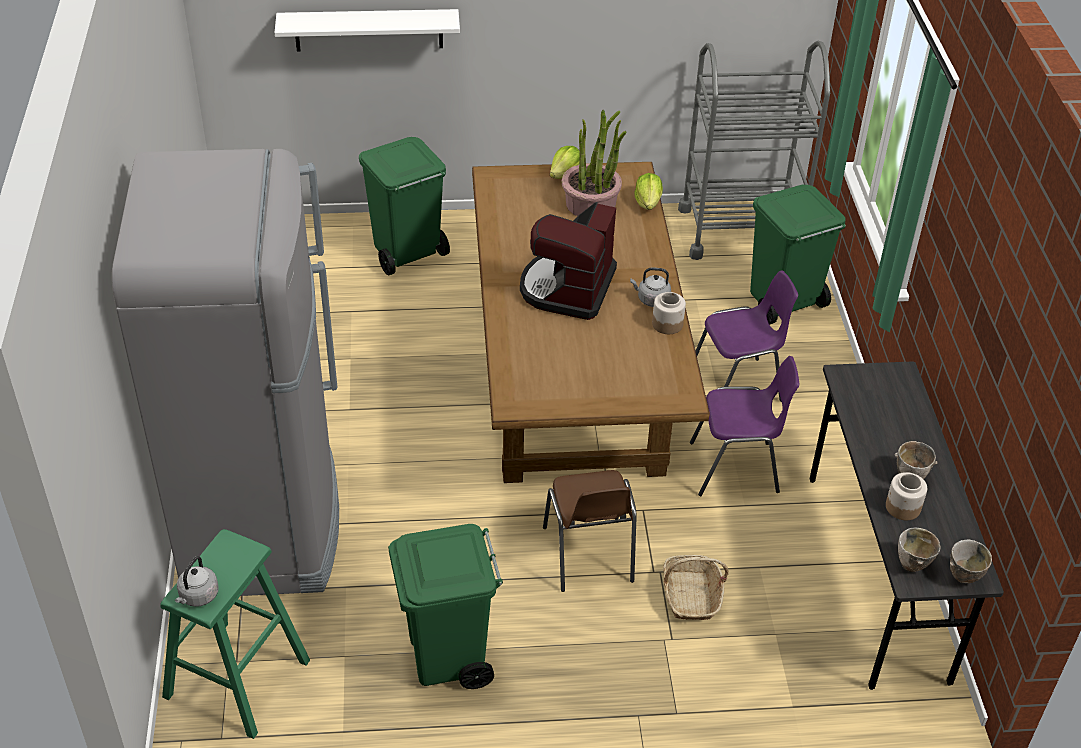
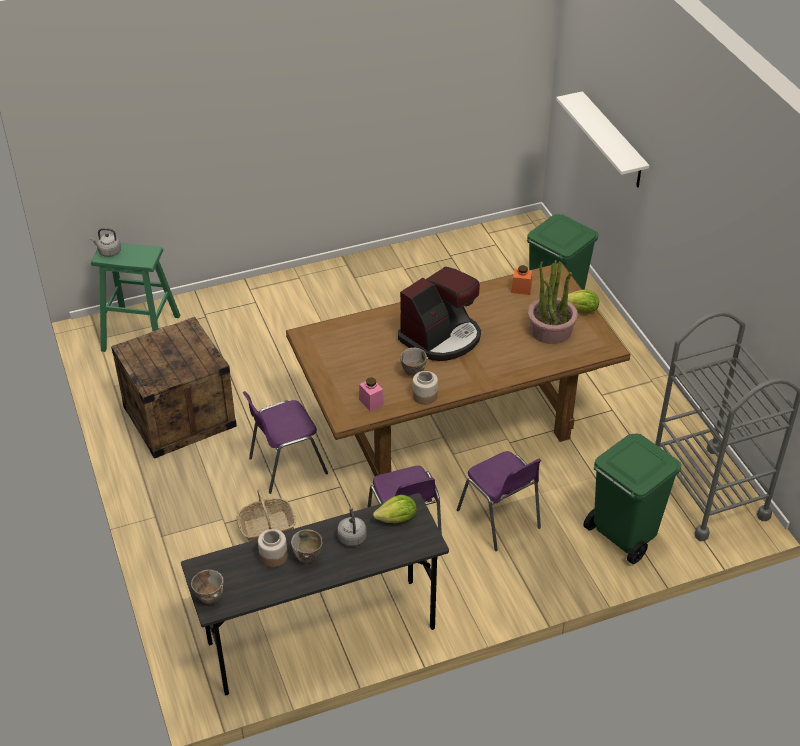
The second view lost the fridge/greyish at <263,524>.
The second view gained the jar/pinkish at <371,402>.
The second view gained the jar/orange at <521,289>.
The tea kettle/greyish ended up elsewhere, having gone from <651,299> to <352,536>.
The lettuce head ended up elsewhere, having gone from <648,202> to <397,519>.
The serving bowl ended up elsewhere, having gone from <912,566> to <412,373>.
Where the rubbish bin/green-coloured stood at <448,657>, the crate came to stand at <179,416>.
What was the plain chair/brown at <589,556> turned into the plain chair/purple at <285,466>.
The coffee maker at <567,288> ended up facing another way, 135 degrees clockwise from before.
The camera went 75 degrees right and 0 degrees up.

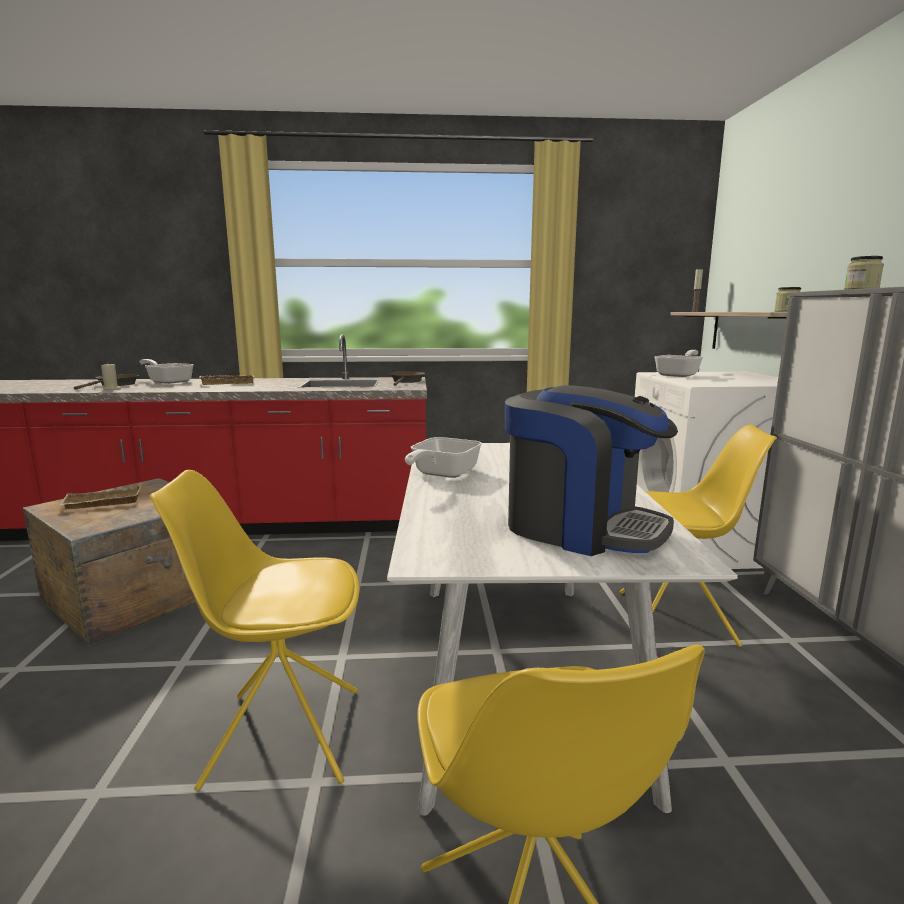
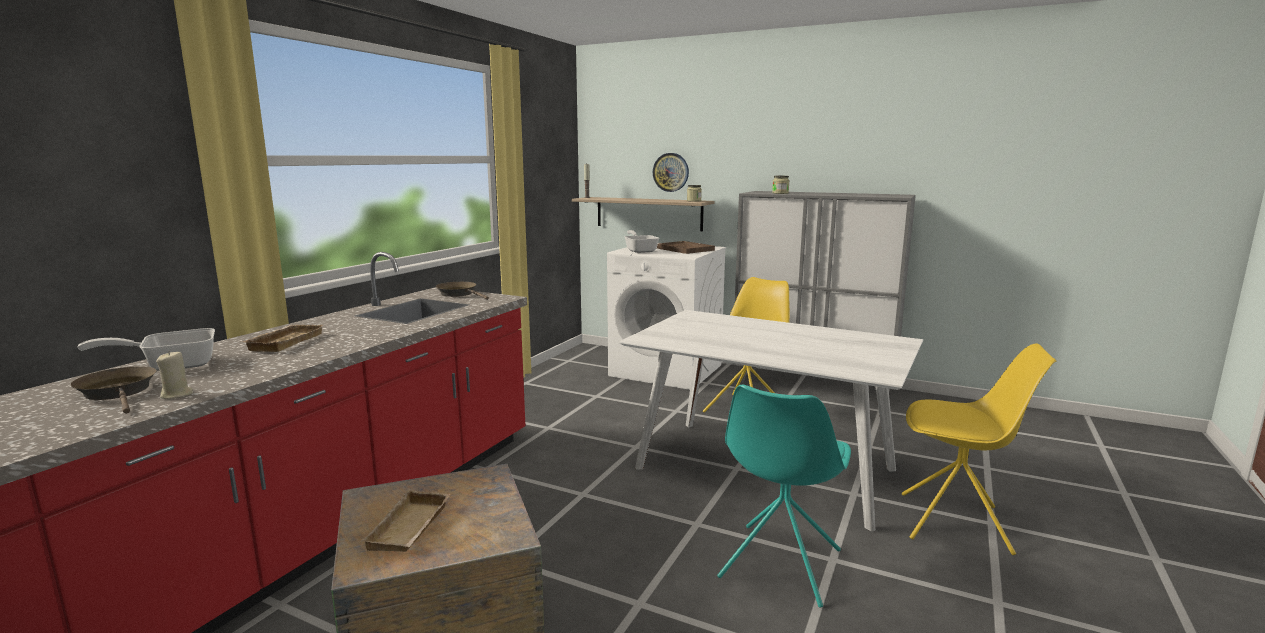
The second view lost the skillet at <441,474>.
The second view lost the coffee maker at <581,527>.
The second view gained the clock on the wall at <671,172>.
The second view gained the tray/brown at <685,249>.
What was the plain chair/yellow-coloured at <281,735> turned into the plain chair/turquoise-coloured at <779,565>.
The camera went 60 degrees left and 0 degrees up.

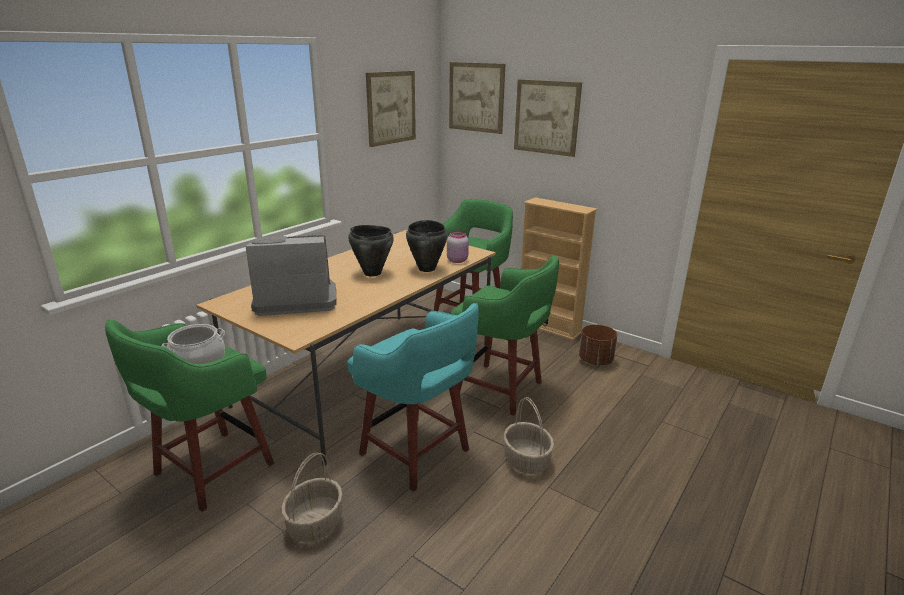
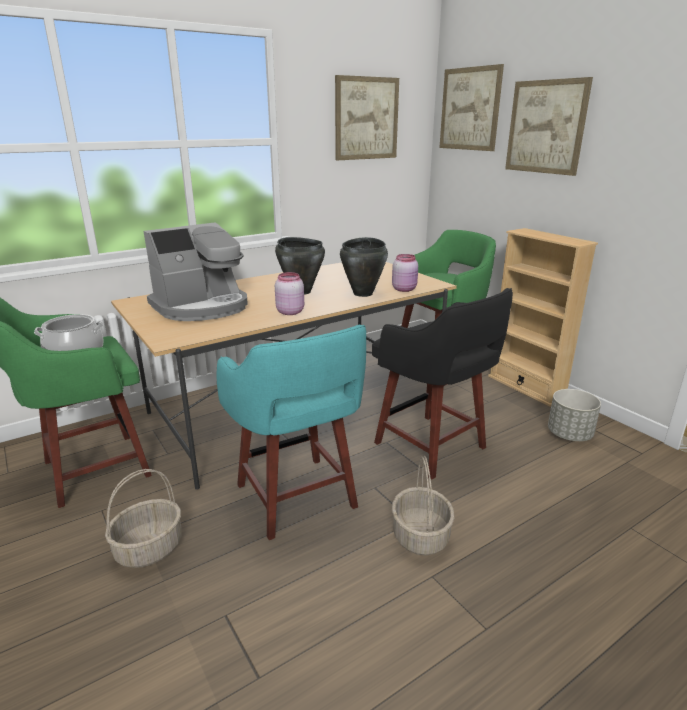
The second view gained the jar/pinkish at <290,312>.
What was the sitting stool/green-coloured at <502,389> turned into the sitting stool/blackish at <433,447>.
What was the planter/brown at <595,361> turned into the planter/greyish at <569,435>.
The coffee maker at <295,300> ended up facing another way, 135 degrees clockwise from before.
The camera went 20 degrees right and 0 degrees up.

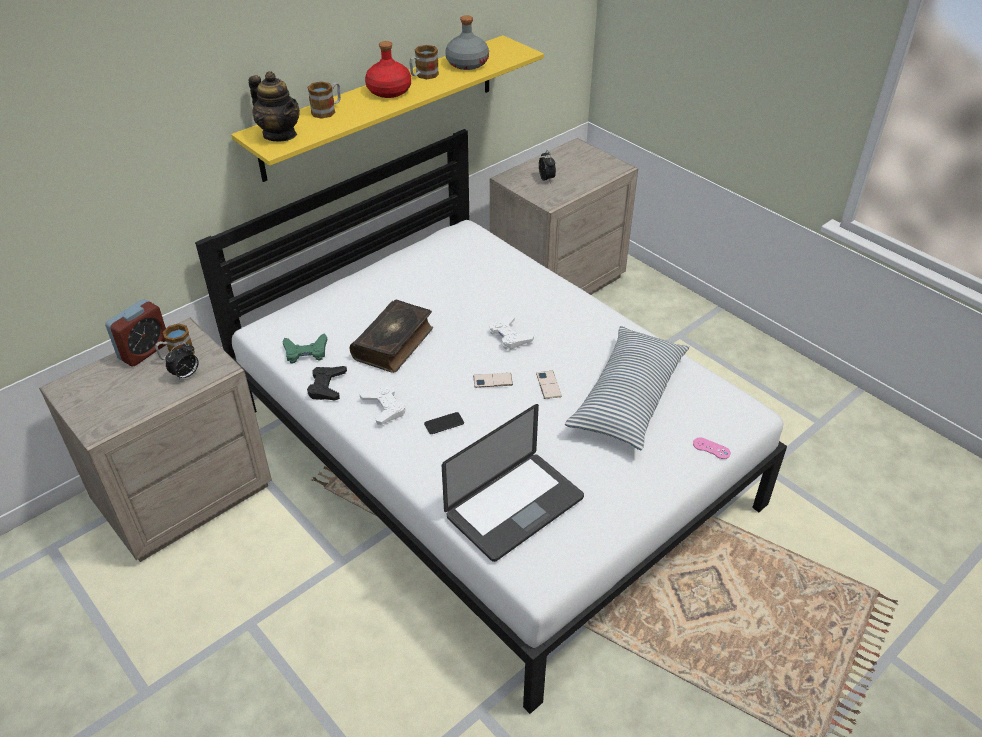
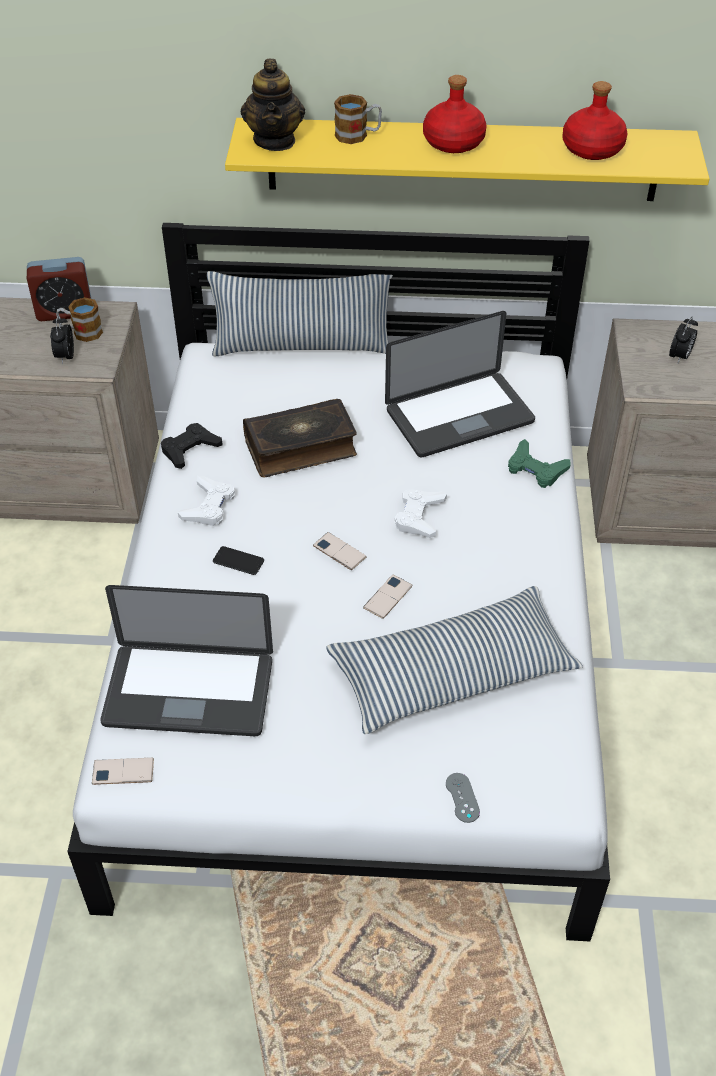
The second view lost the coffee mug at <423,76>.
The second view gained the handset at <123,771>.
The second view gained the pillow at <302,346>.
The second view gained the laptop at <459,416>.
The game controller/green-coloured ended up elsewhere, having gone from <306,352> to <535,469>.
What was the drink bottle/greyish at <467,63> turned into the drink bottle/red at <592,148>.
What was the game controller/pinkish at <711,448> turned into the game controller/greyish at <462,797>.
The table clock at <186,375> ended up facing another way, 90 degrees clockwise from before.
The camera went 45 degrees right and 5 degrees up.

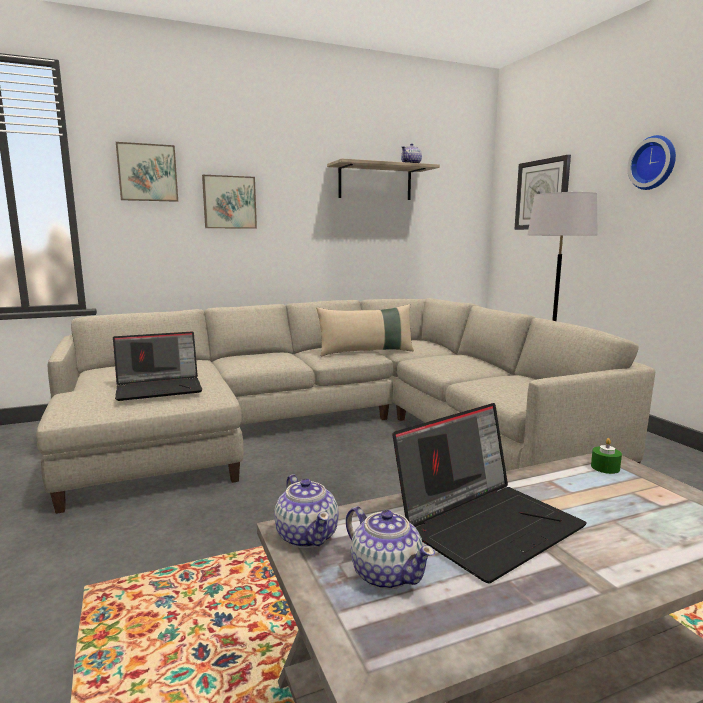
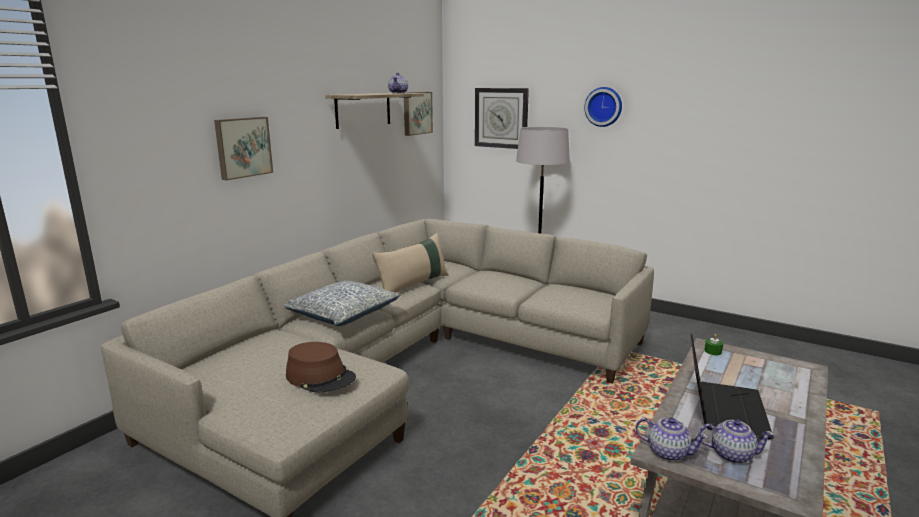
The second view gained the pillow at <343,314>.
The wall art ended up elsewhere, having gone from <147,173> to <416,113>.
Where the laptop stood at <160,388>, the clothing hat/brown came to stand at <321,377>.
The camera went 35 degrees left and 5 degrees up.

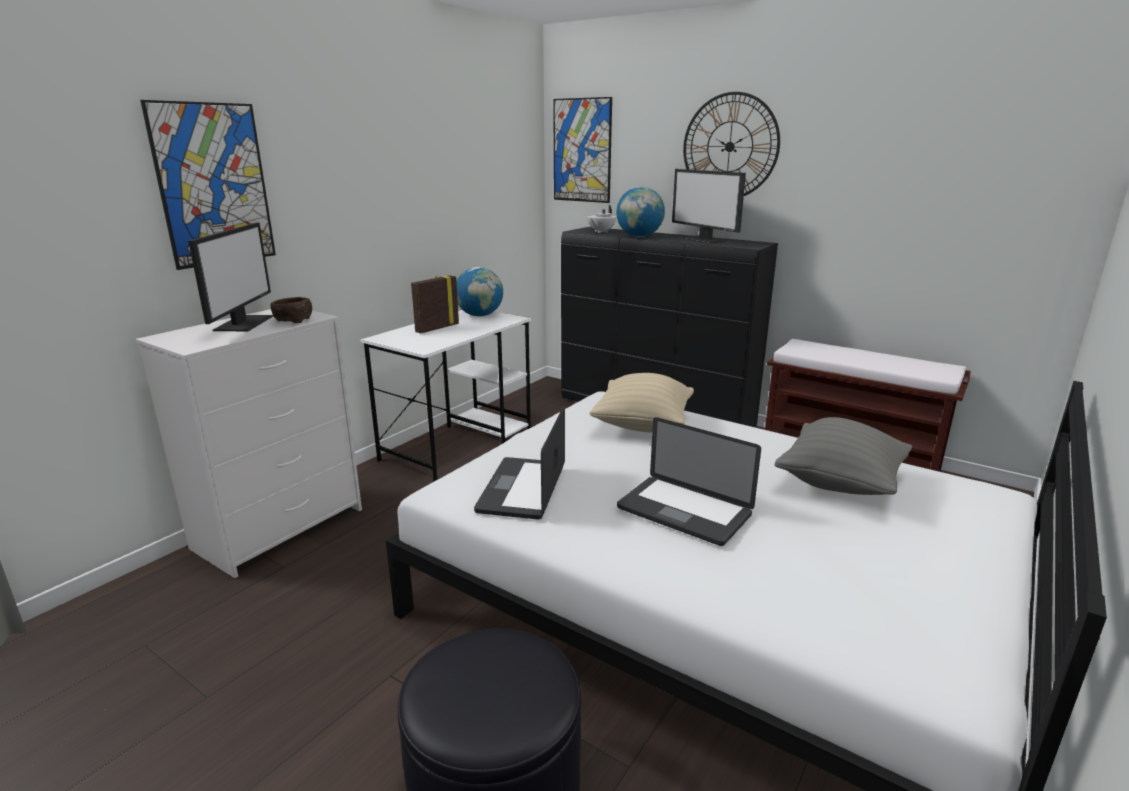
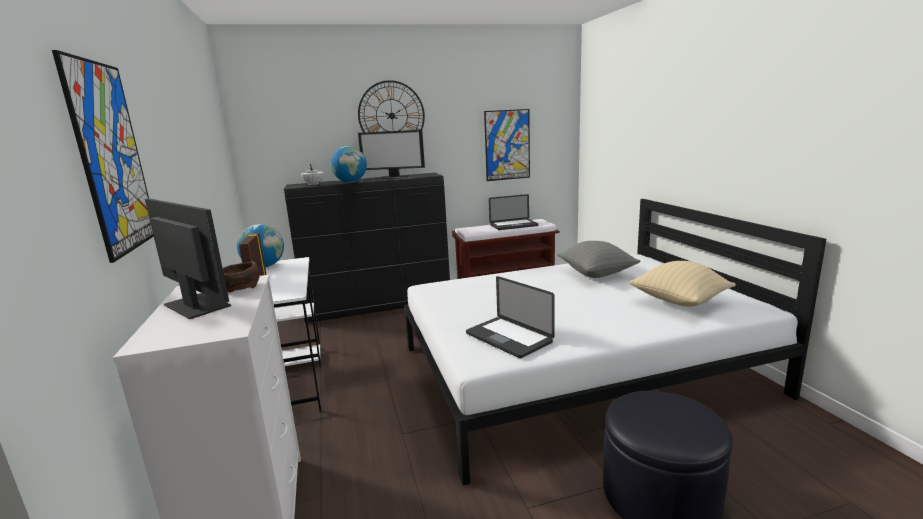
The wall art ended up elsewhere, having gone from <582,150> to <507,145>.
The pillow/beige ended up elsewhere, having gone from <642,425> to <679,302>.
The laptop ended up elsewhere, having gone from <683,511> to <513,225>.
The camera went 50 degrees left and 5 degrees down.

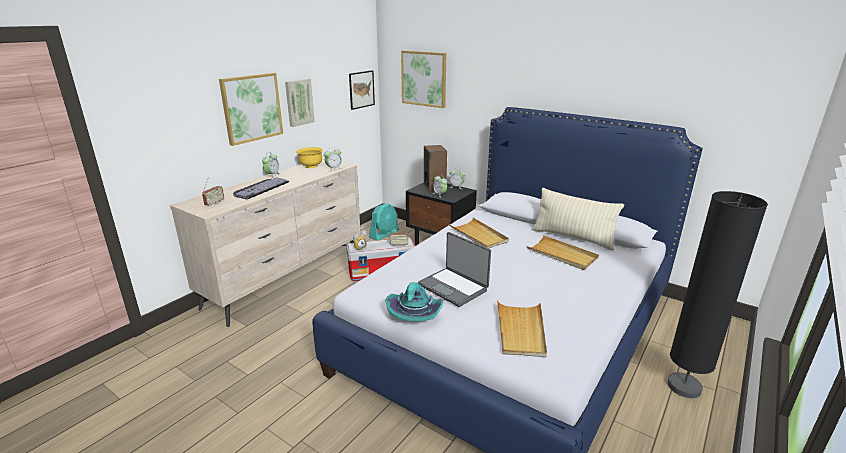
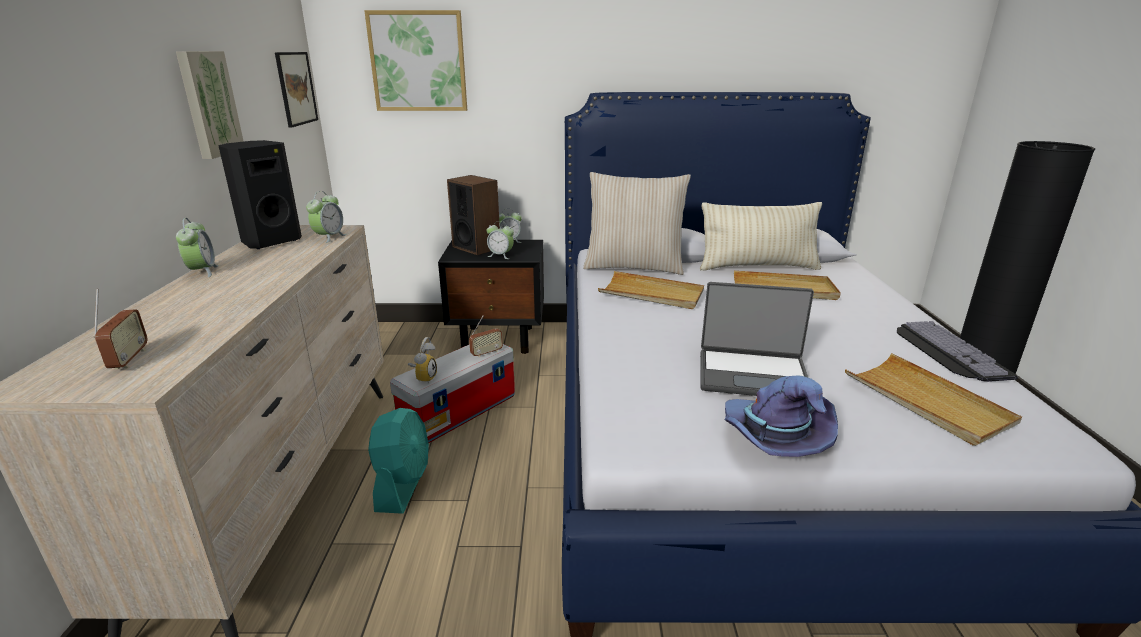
The second view lost the wall art at <251,108>.
The second view gained the pillow/beige at <634,267>.
The PC keyboard ended up elsewhere, having gone from <260,188> to <945,350>.
The fan/turquoise-coloured ended up elsewhere, having gone from <384,234> to <403,484>.
Where the serving bowl/yellow-coloured stood at <311,166>, the speaker/blackish came to stand at <270,241>.
What was the clothing hat/turquoise-coloured at <415,313> turned into the clothing hat/purple at <772,438>.
The camera went 35 degrees left and 0 degrees up.

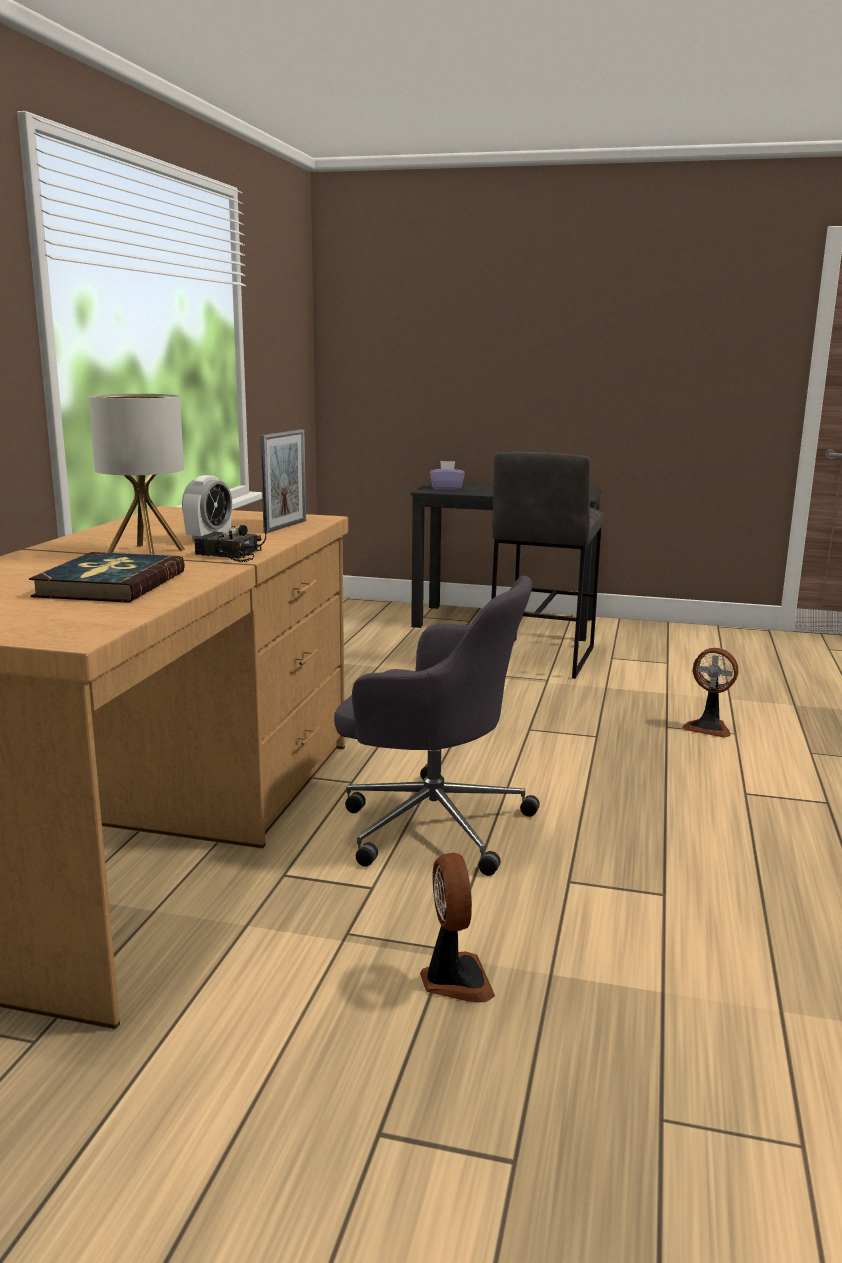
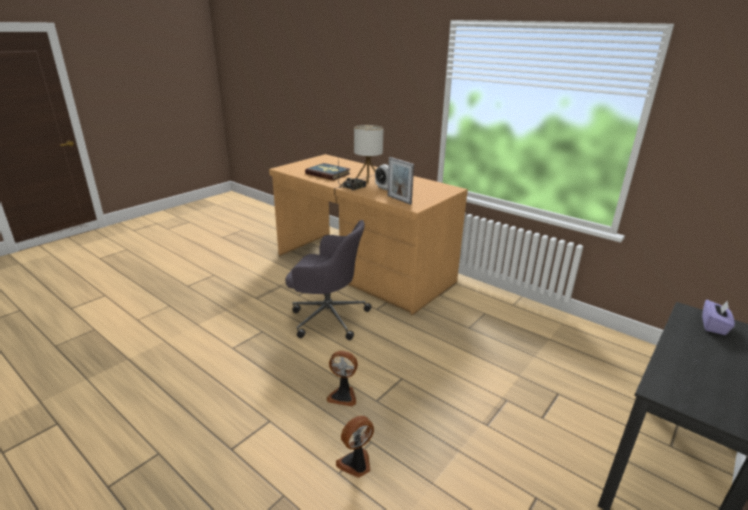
The second view lost the sitting stool/greyish at <540,657>.
The fan ended up elsewhere, having gone from <454,980> to <343,395>.
The computer chair/greyish at <431,823> ended up facing another way, 120 degrees counterclockwise from before.
The camera went 115 degrees right and 10 degrees up.

